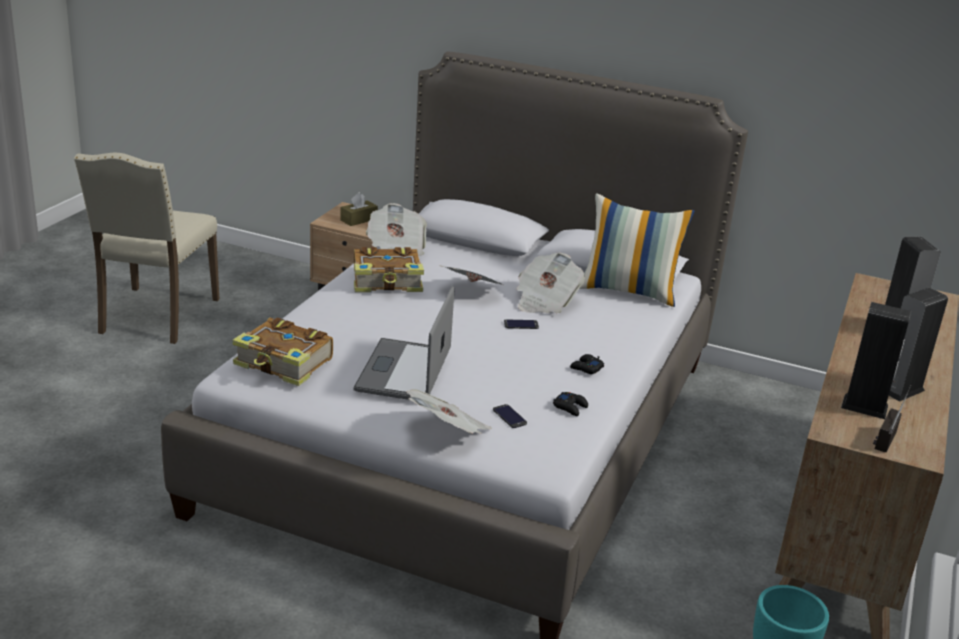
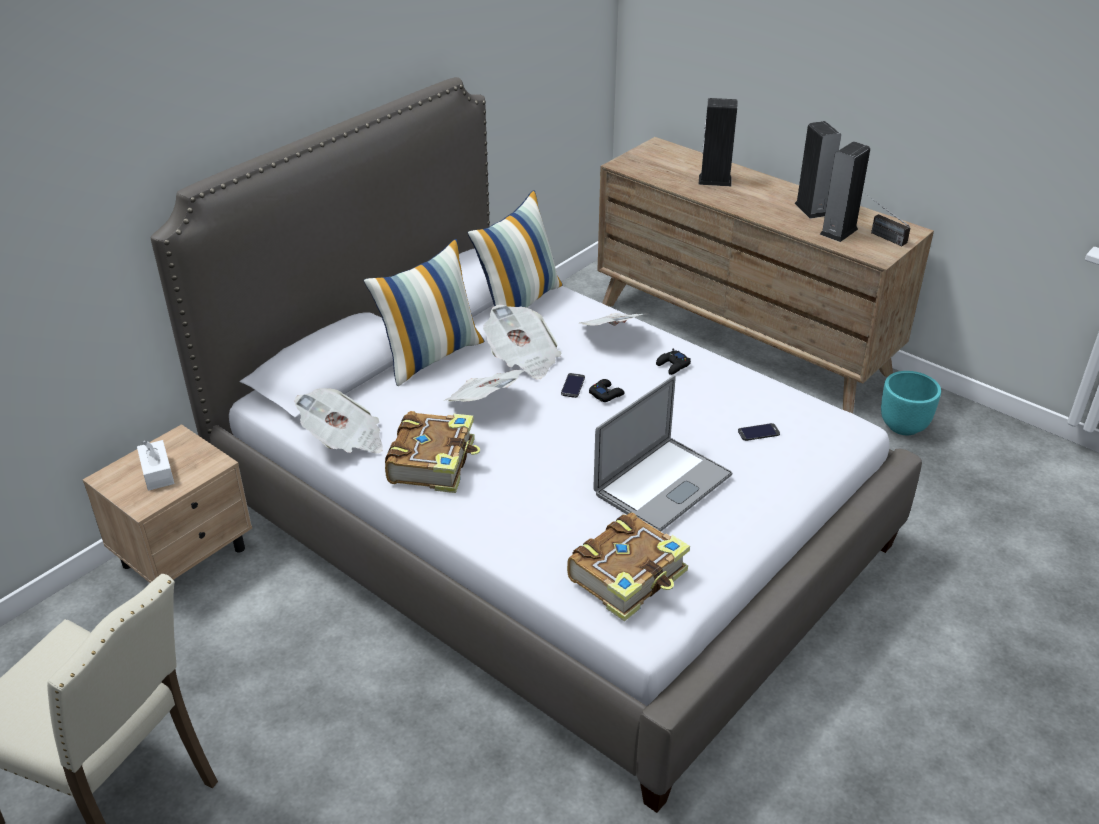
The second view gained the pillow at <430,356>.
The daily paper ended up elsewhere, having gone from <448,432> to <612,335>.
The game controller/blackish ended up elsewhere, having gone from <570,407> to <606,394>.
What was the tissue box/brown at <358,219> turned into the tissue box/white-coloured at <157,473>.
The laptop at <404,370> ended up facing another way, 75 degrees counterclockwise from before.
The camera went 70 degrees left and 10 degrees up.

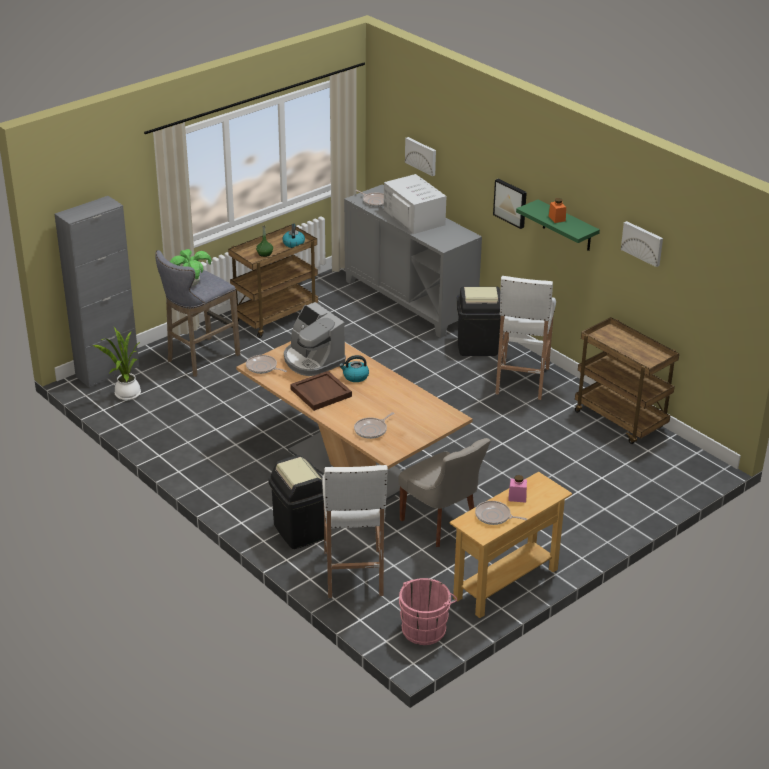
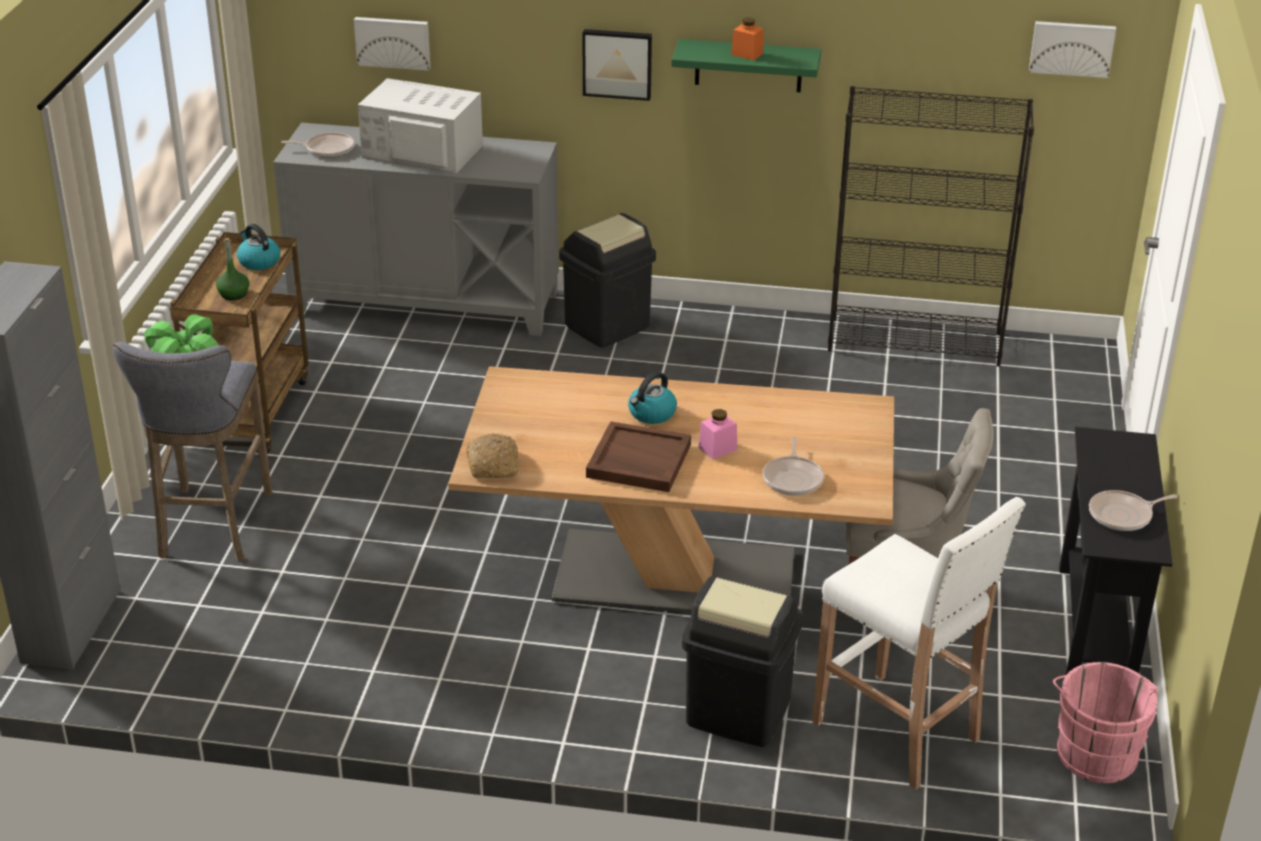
The second view lost the potted plant at <126,395>.
The second view lost the coffee maker at <312,360>.
The second view lost the sitting stool/white-coloured at <521,381>.
The jar/pinkish ended up elsewhere, having gone from <517,497> to <717,448>.
The wall art ended up elsewhere, having gone from <643,243> to <1071,48>.
Where the skillet stood at <263,367>, the baked bread came to stand at <494,465>.
Where the trolley/brown stood at <621,420>, the bookshelf/blackish came to stand at <915,341>.
What was the narrow table/beige at <506,583> turned into the narrow table/blackish at <1095,627>.
The camera went 40 degrees left and 0 degrees up.

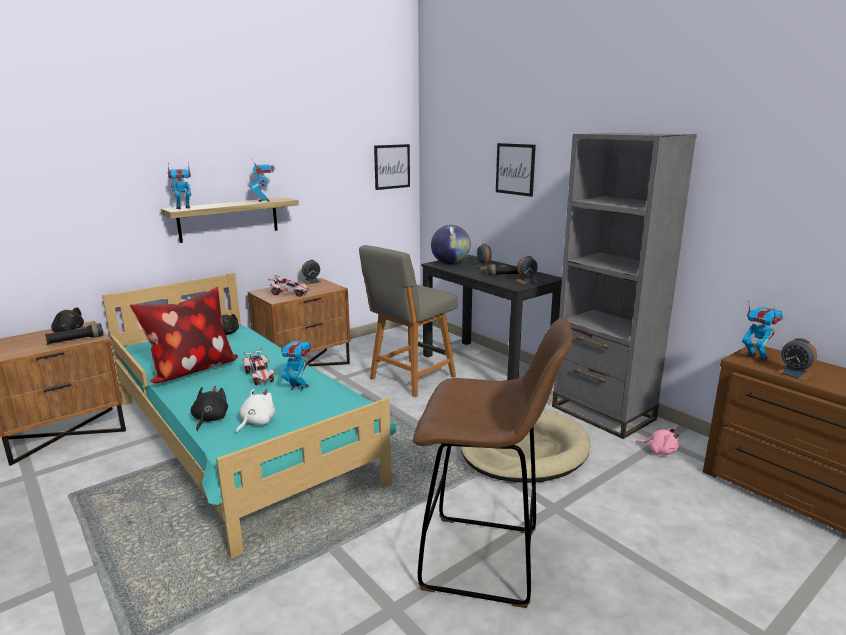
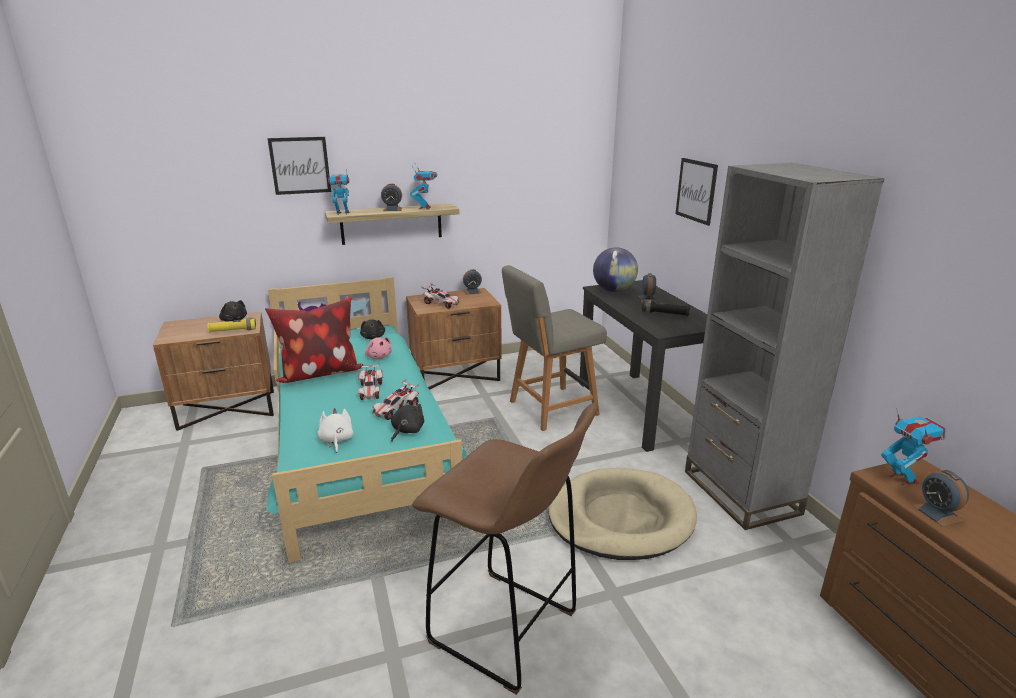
The plush toy/blackish ended up elsewhere, having gone from <209,419> to <406,431>.
The wall art ended up elsewhere, having gone from <392,166> to <300,165>.
The table clock ended up elsewhere, having gone from <526,281> to <392,209>.
The plush toy/pinkish ended up elsewhere, having gone from <659,451> to <378,356>.
Where the robot figure stood at <299,387>, the miniature car came to stand at <396,410>.
What was the torch/blackish at <76,340> turned into the torch/yellow-coloured at <233,331>.
The plush toy/white-coloured at <256,422> ended up facing another way, 60 degrees counterclockwise from before.
The camera went 20 degrees right and 5 degrees up.

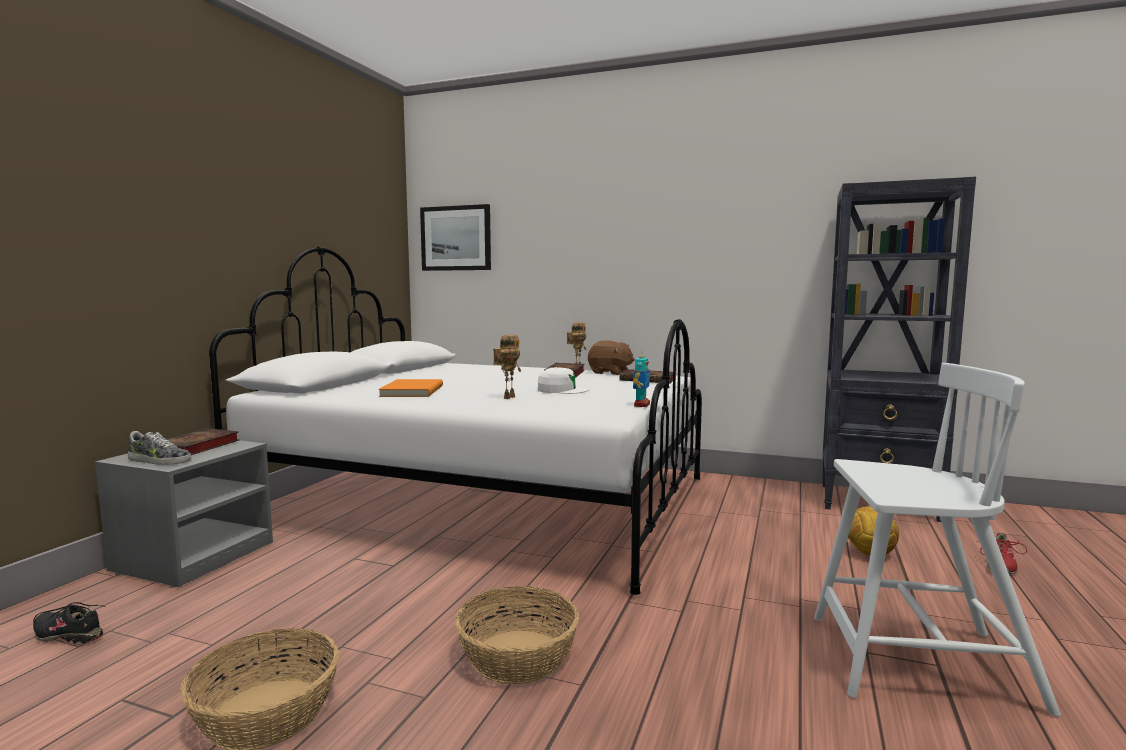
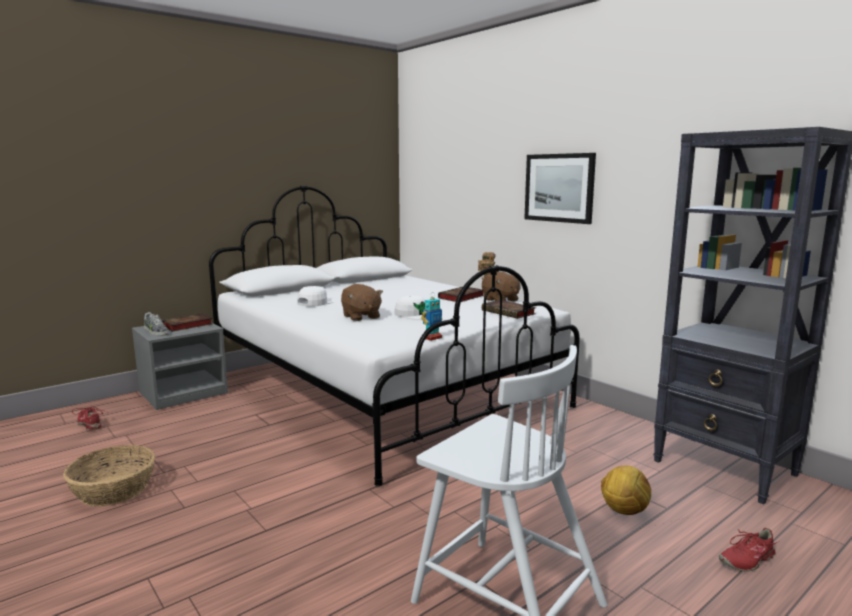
The second view lost the household basket at <518,656>.
The wall art ended up elsewhere, having gone from <456,238> to <559,188>.
Where the bound book/orange stood at <410,391>, the cap/white-coloured came to stand at <315,302>.
Where the robot figure stood at <508,397>, the plush toy/brown came to stand at <361,317>.
What was the low shoe/blackish at <69,635> turned into the low shoe/red at <90,424>.
The camera went 30 degrees right and 5 degrees up.

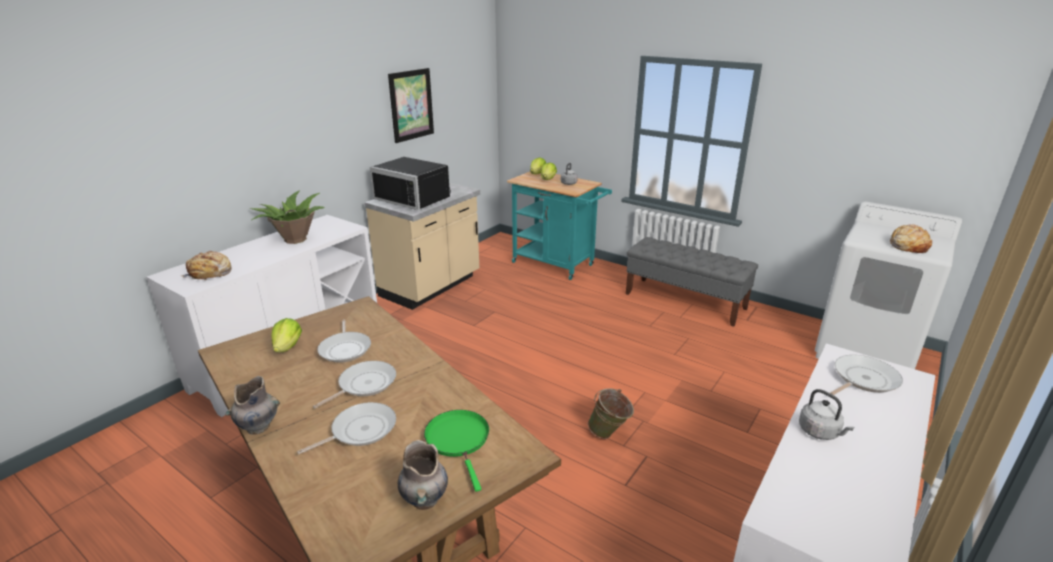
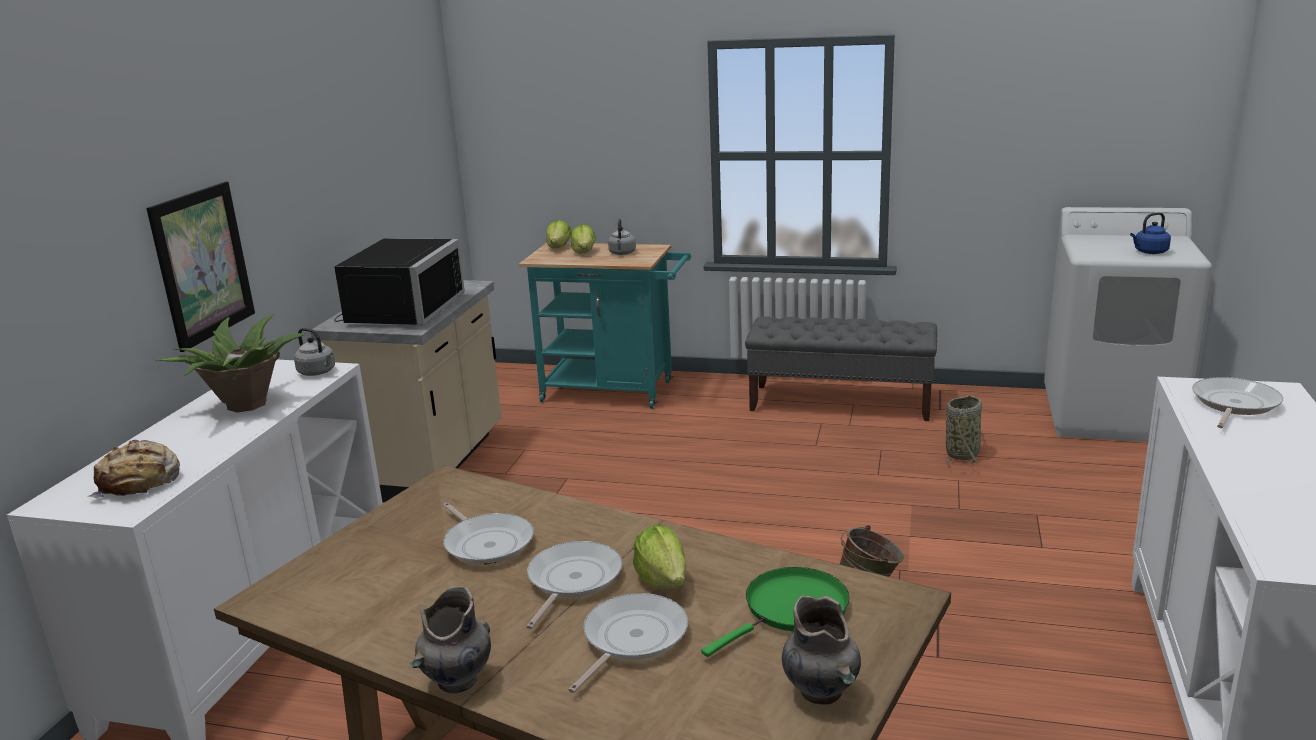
The second view gained the household basket at <963,453>.
The lettuce head ended up elsewhere, having gone from <288,347> to <662,580>.
The wall art ended up elsewhere, having gone from <411,105> to <202,264>.
The tea kettle/greyish ended up elsewhere, having gone from <820,432> to <318,372>.
Where the baked bread stood at <908,246>, the tea kettle/blue came to stand at <1149,252>.
The microwave oven/blackish at <416,198> ended up facing another way, 90 degrees counterclockwise from before.
The skillet/green-coloured at <459,440> ended up facing another way, 90 degrees clockwise from before.
The camera went 20 degrees left and 5 degrees down.

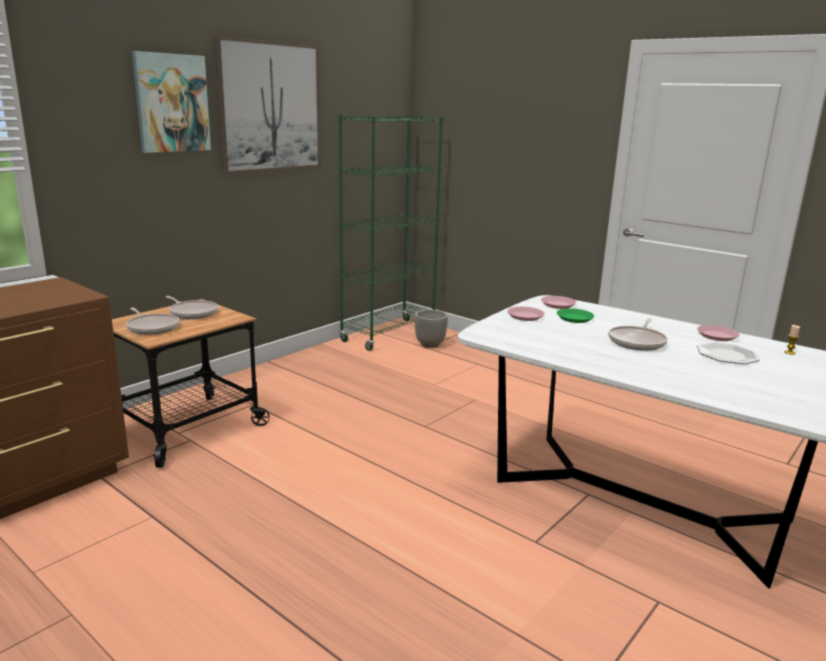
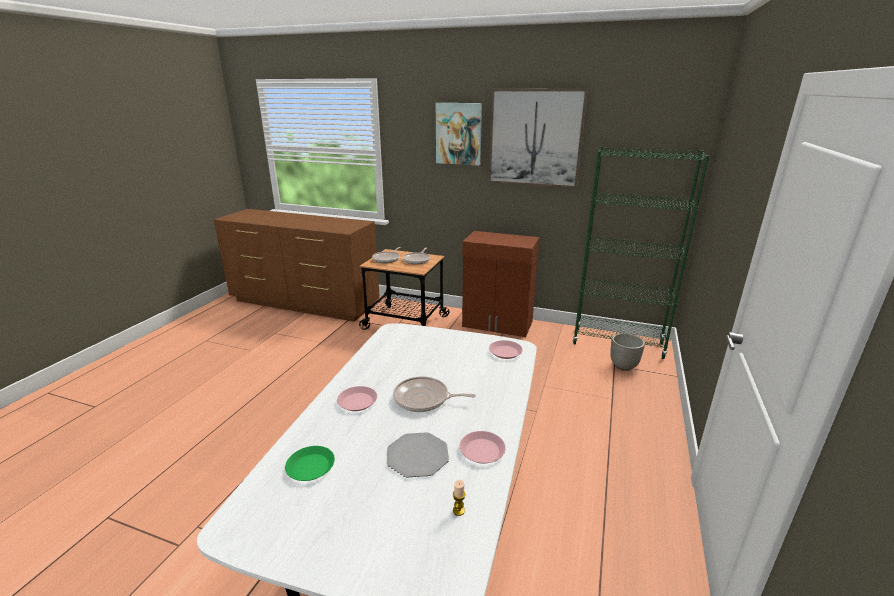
The second view gained the cupboard/brown at <497,324>.
The dinner plate/pinkish ended up elsewhere, having gone from <525,316> to <357,402>.
The dinner plate/green-coloured ended up elsewhere, having gone from <574,318> to <311,467>.
The camera went 70 degrees right and 5 degrees up.

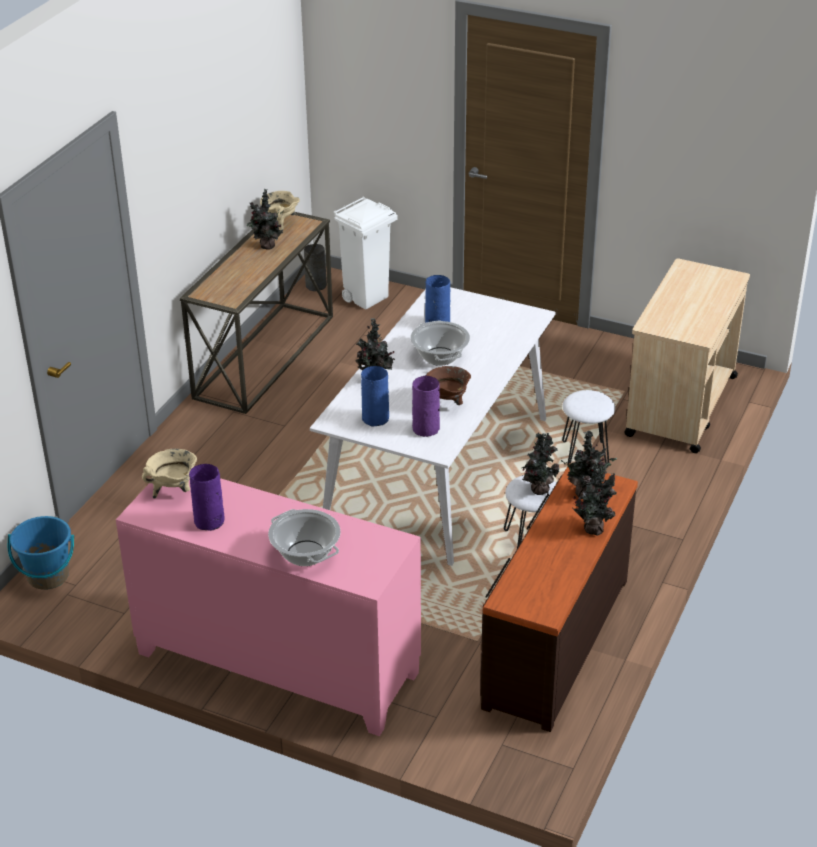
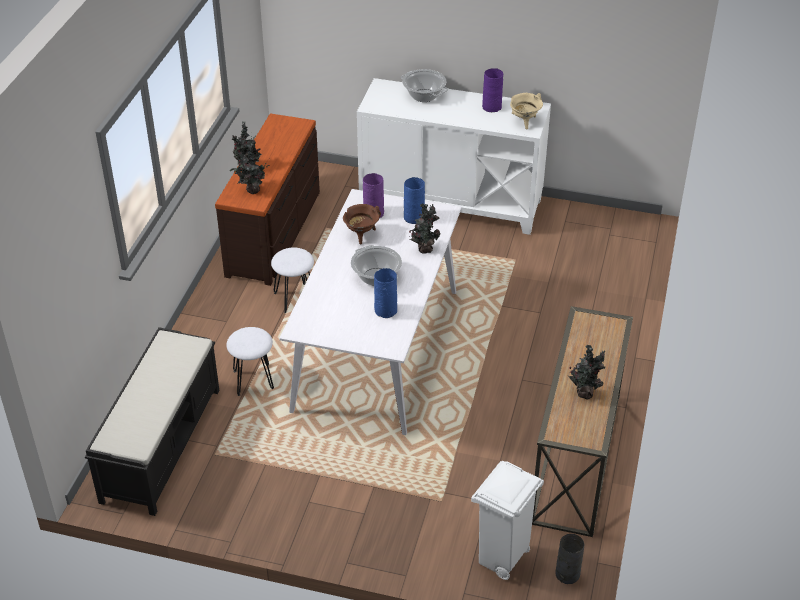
The second view lost the water bucket/blue at <48,576>.
The second view lost the cooking pot/beige at <280,223>.
The second view lost the potted plant at <538,489>.
Where the trolley/beige stood at <680,406>, the bench/blackish came to stand at <162,443>.
What was the cupboard/pinkish at <276,664> turned into the cupboard/white-coloured at <451,202>.
The camera went 170 degrees right and 5 degrees up.

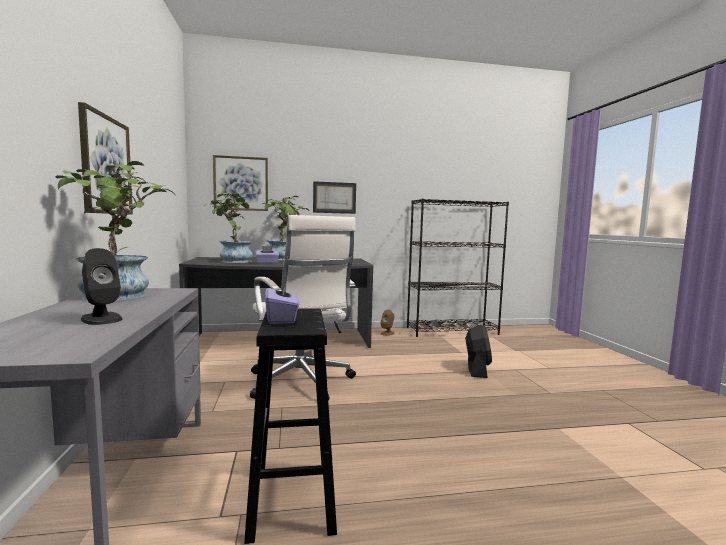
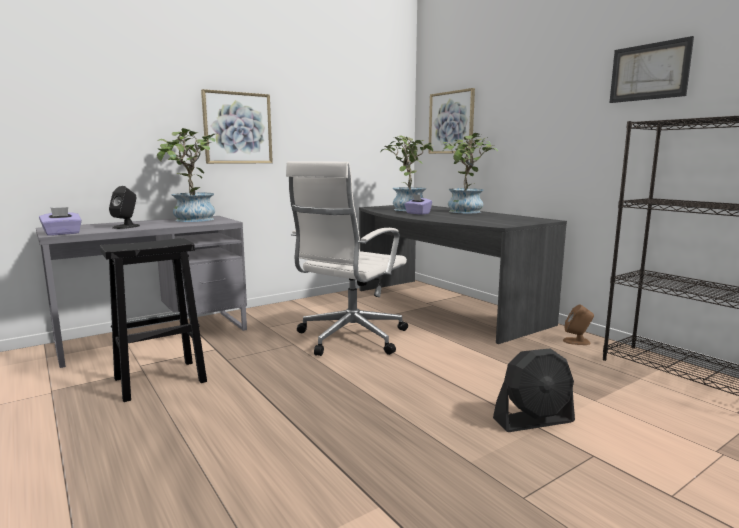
The tissue box/purple ended up elsewhere, having gone from <282,319> to <62,233>.
The wall art ended up elsewhere, having gone from <334,197> to <649,72>.
The camera went 65 degrees right and 5 degrees up.

